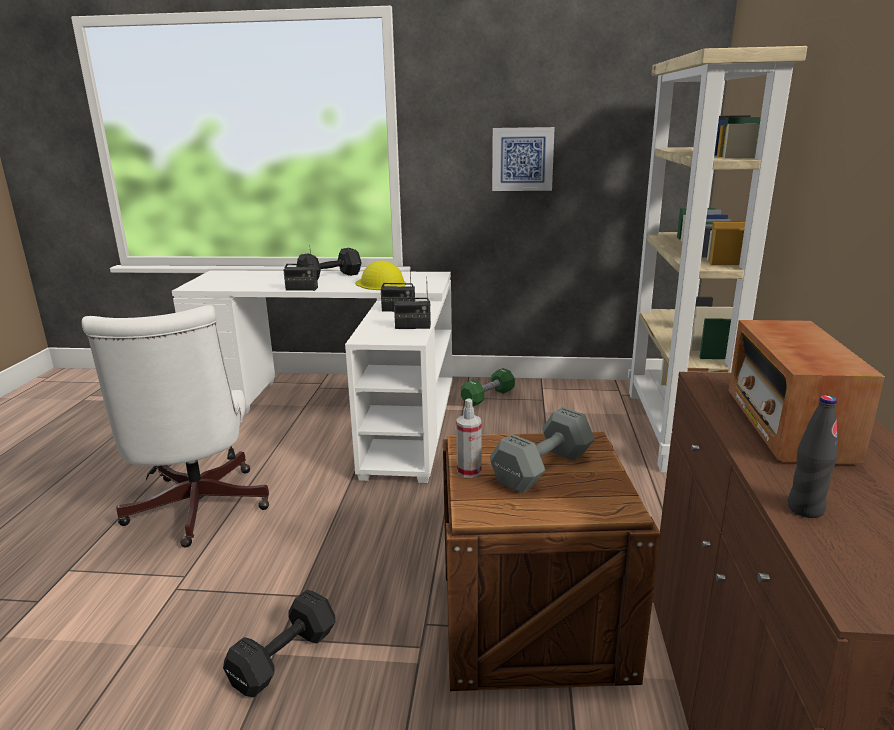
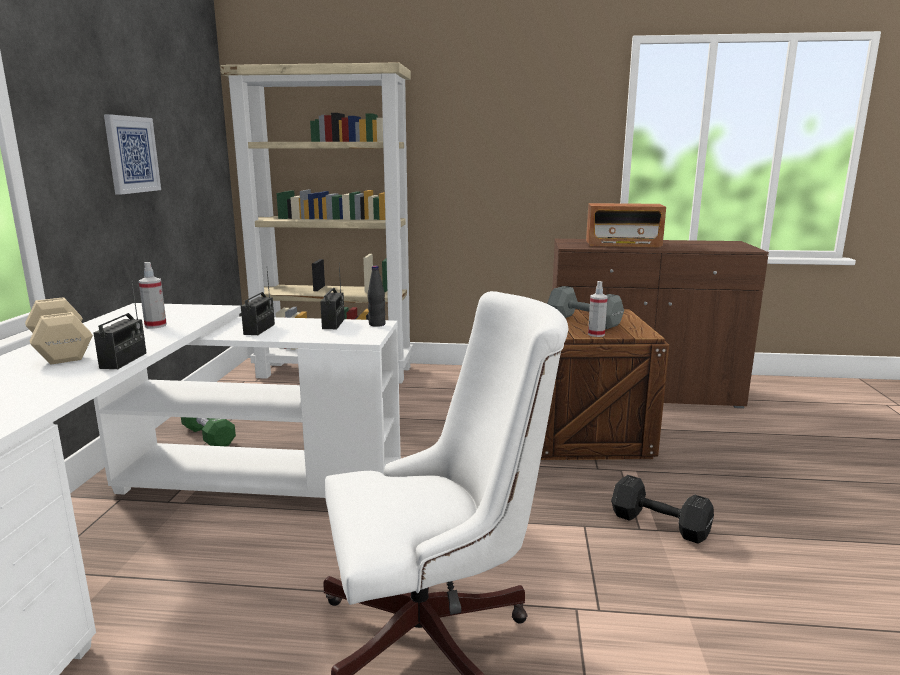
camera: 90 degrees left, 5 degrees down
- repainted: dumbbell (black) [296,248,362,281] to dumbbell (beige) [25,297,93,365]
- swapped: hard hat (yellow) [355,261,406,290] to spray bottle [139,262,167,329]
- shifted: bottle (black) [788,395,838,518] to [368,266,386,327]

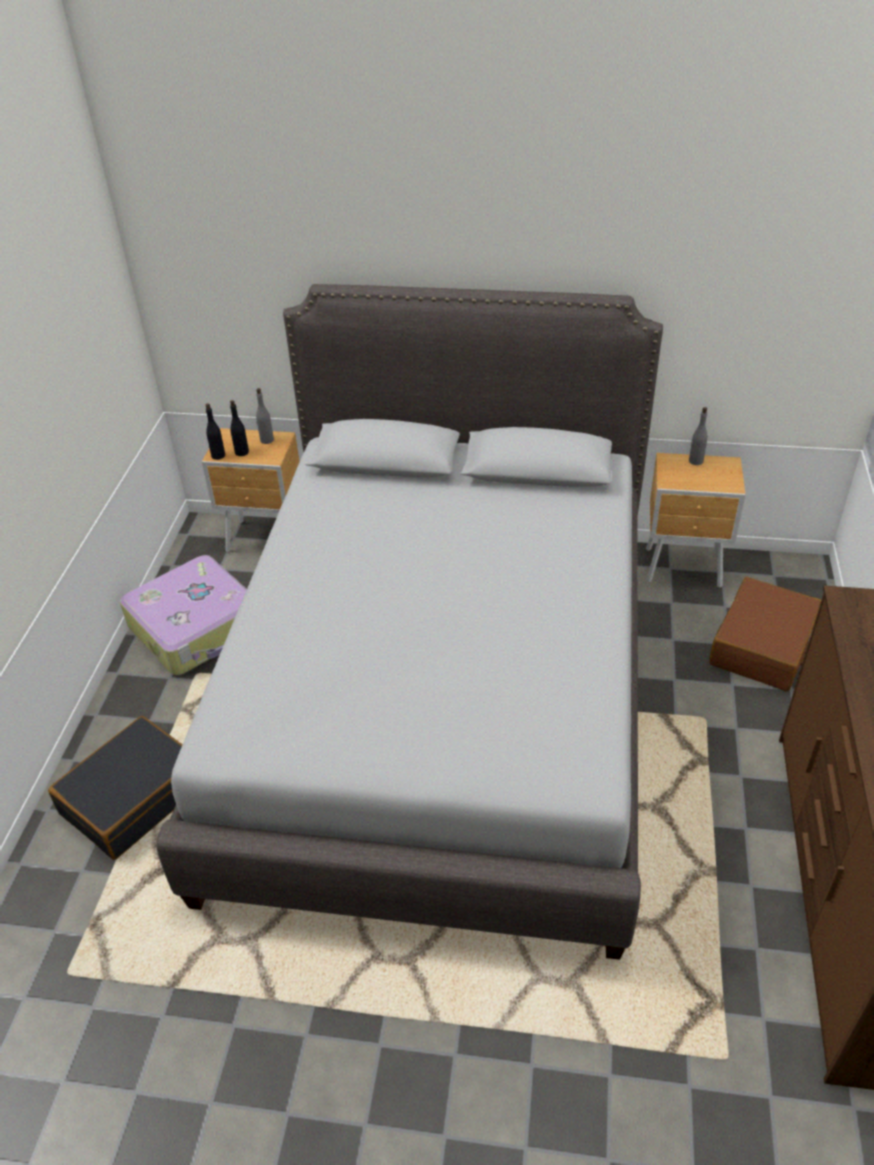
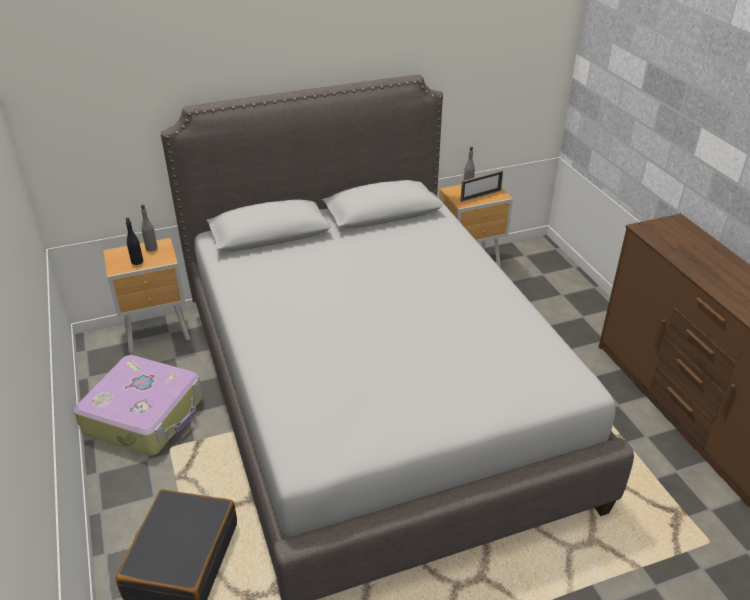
camera: 30 degrees left, 5 degrees down
- gone: bottle (black) [206,403,225,460]
- gone: suitcase (brown) [709,577,821,691]
- new: picture frame [460,170,503,202]

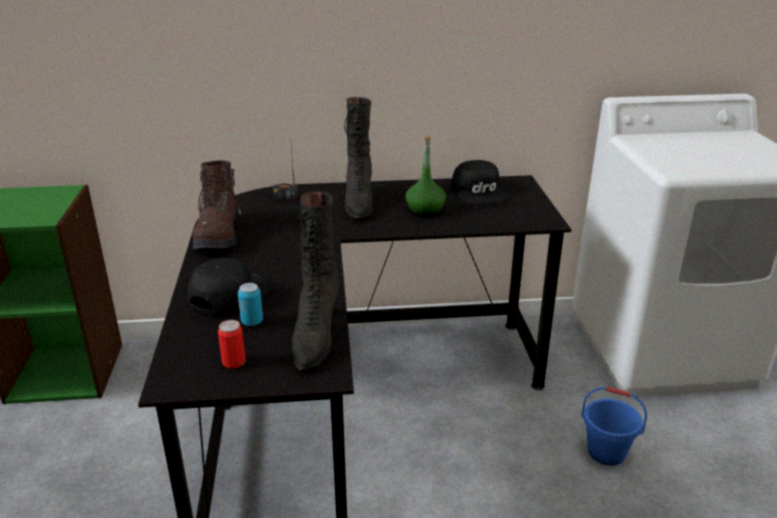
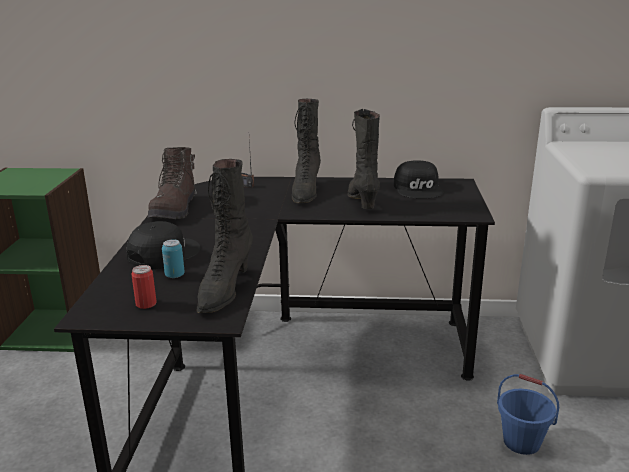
camera: 10 degrees right, 5 degrees down
- swapped: bottle (green) [406,136,446,216] to boot (black) [348,109,380,209]

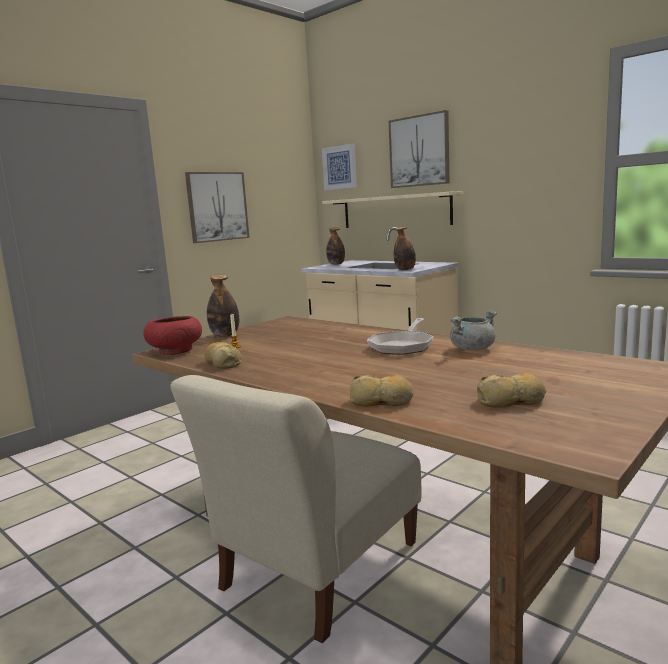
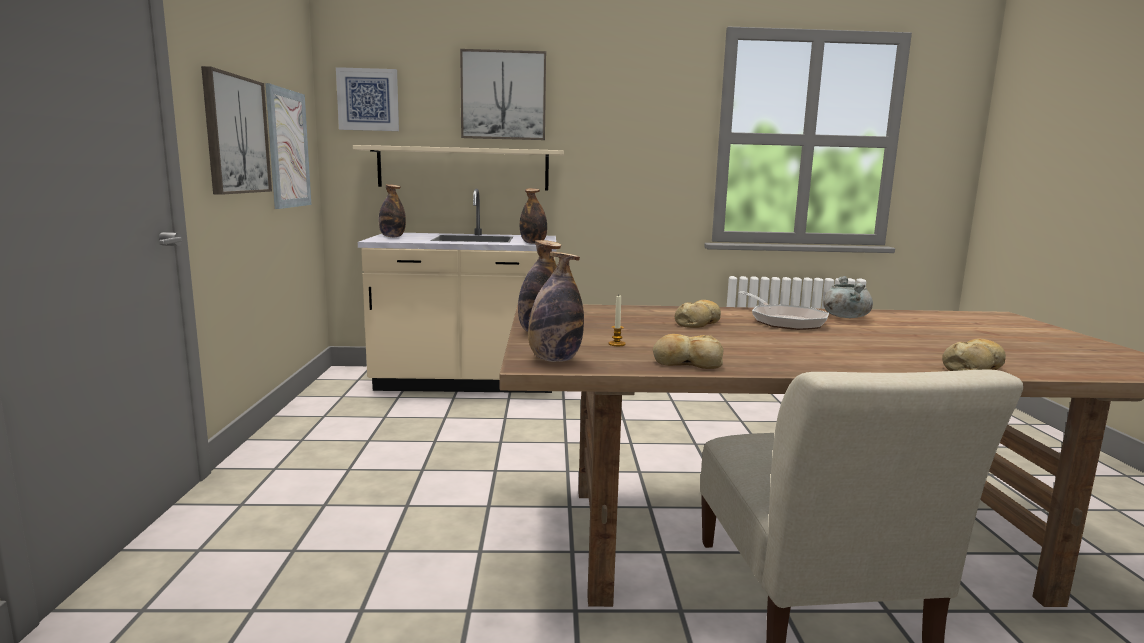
camera: 45 degrees left, 0 degrees up
- swapped: bowl (red) [143,316,202,355] to bottle [528,252,584,362]
- shifted: bread [477,373,546,408] to [675,300,721,328]
- new: picture [265,83,311,209]

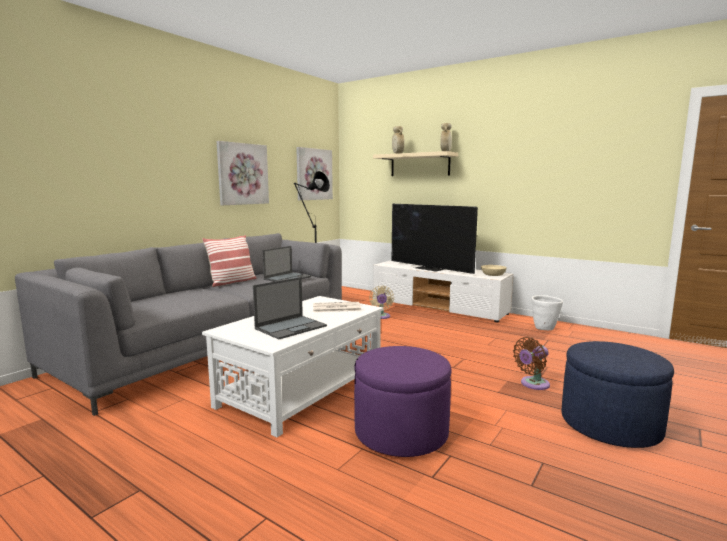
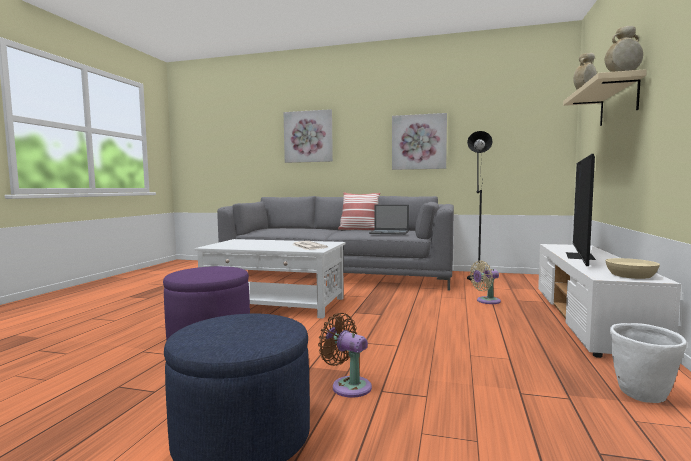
camera: 70 degrees right, 5 degrees down
- gone: laptop [253,277,327,339]
- shifted: picture [296,147,333,200] to [284,109,333,163]

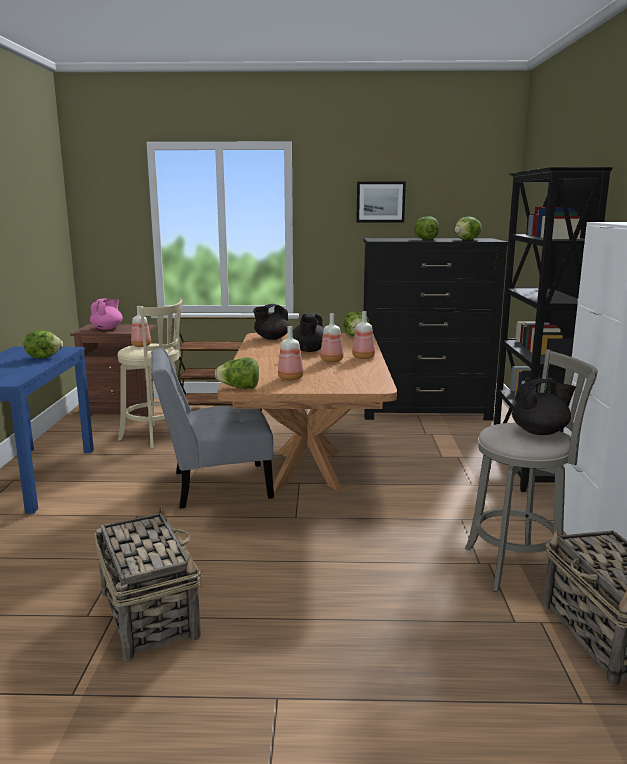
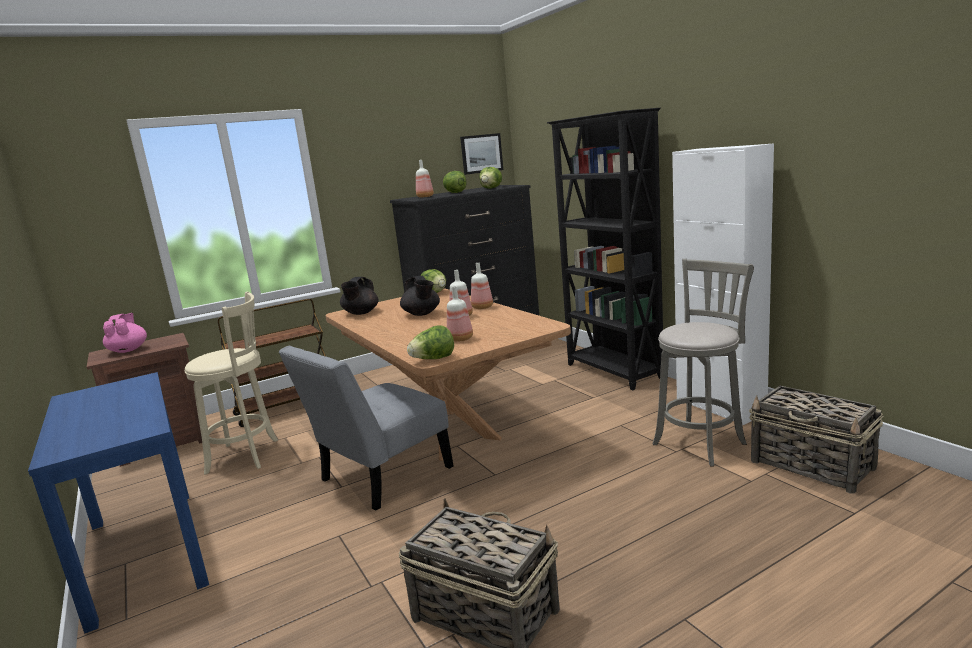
camera: 30 degrees left, 0 degrees up
- gone: lettuce [24,330,63,359]
- shifted: bottle [131,306,151,347] to [416,160,434,198]
- shifted: picture [356,182,406,222] to [460,133,503,175]
- gone: teapot (black) [512,379,576,435]

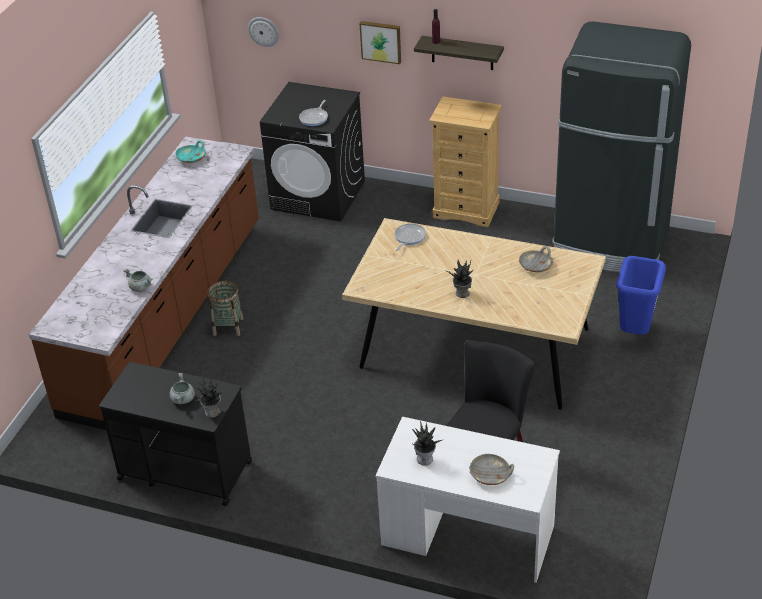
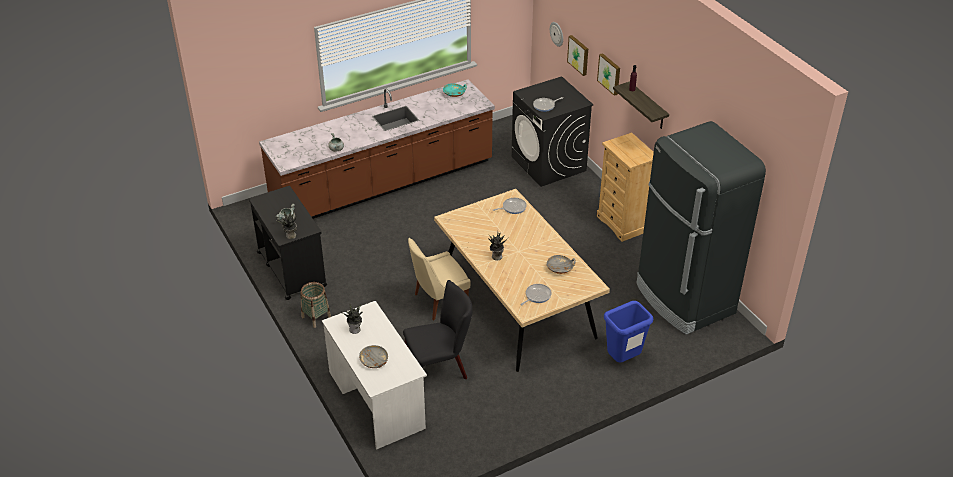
camera: 40 degrees right, 0 degrees up
- shifted: basket [208,281,244,336] to [301,282,331,328]
- new: chair (beige) [408,238,471,320]
- new: frying pan [520,284,552,305]
- new: picture [567,35,588,76]

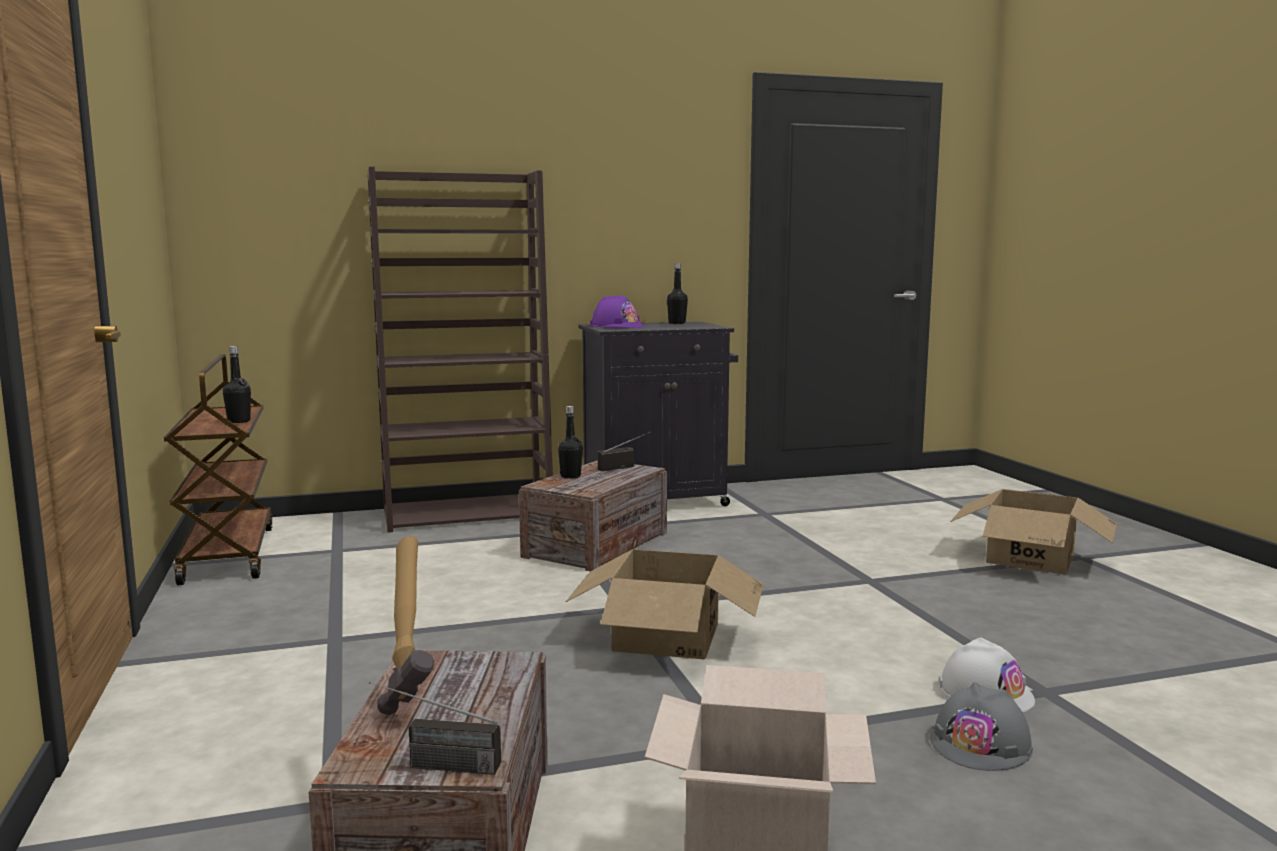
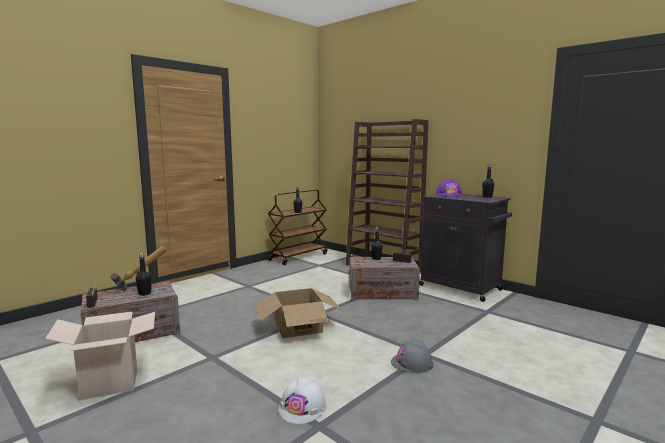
camera: 60 degrees right, 0 degrees up
- shifted: hard hat (grey) [930,682,1033,771] to [391,340,434,373]
- gone: cardboard box [950,489,1117,575]
- new: bottle (black) [136,253,151,296]

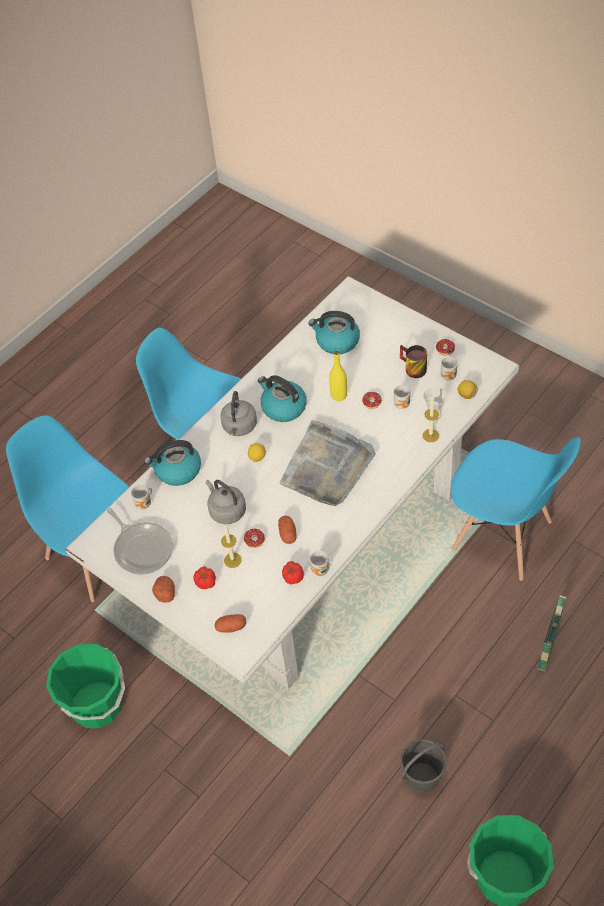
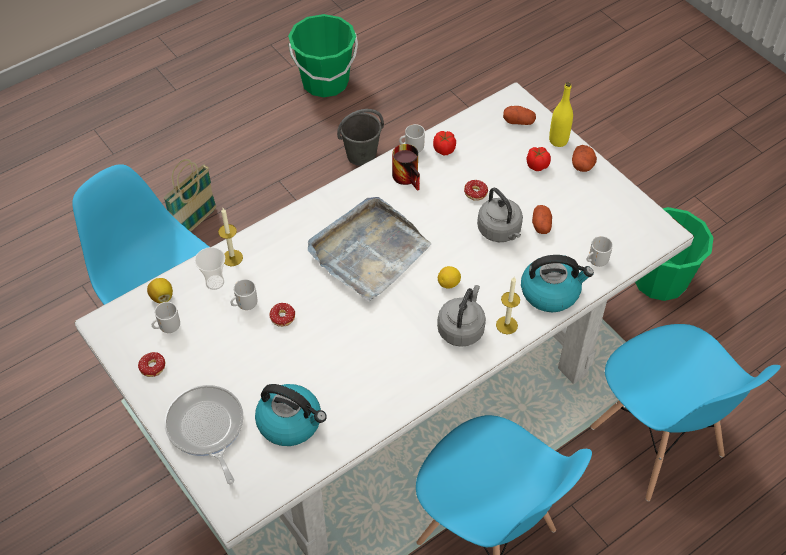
camera: 170 degrees left, 0 degrees up
- shifted: frying pan [107,508,173,575] to [164,385,244,484]
- shifted: candle [221,524,242,568] to [496,277,520,334]
- gone: kettle [258,375,307,422]
- shifted: potato [278,516,297,544] to [532,205,552,234]
- shifted: bottle (yellow) [329,351,347,401] to [549,82,573,147]
- shifted: mug [400,345,427,378] to [392,144,420,191]

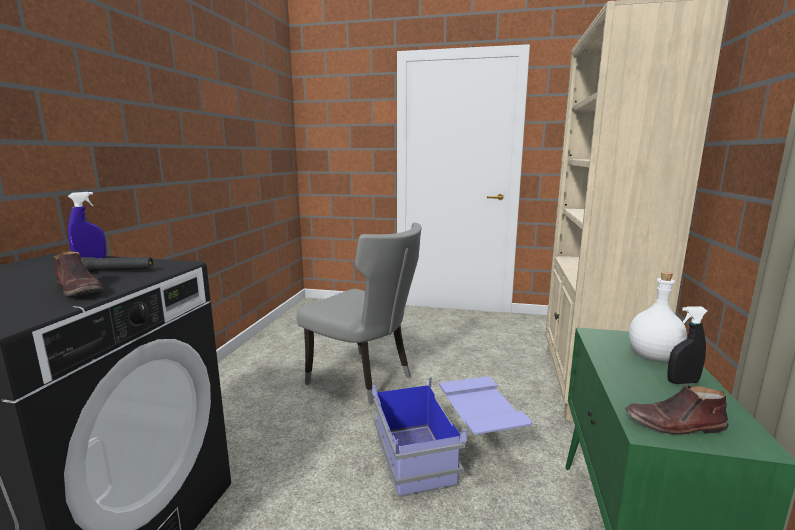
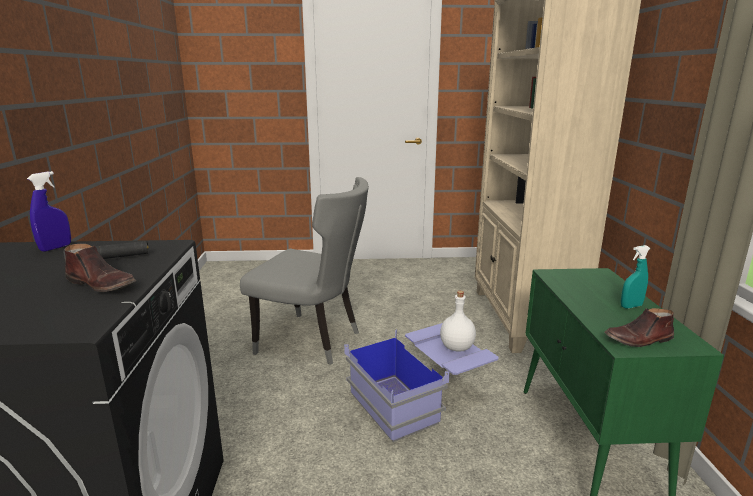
camera: 15 degrees left, 5 degrees up
- shifted: bottle (white) [629,272,687,361] to [440,291,476,352]
- repainted: spray bottle (black) [667,306,708,384] to spray bottle (turquoise) [621,245,650,308]

